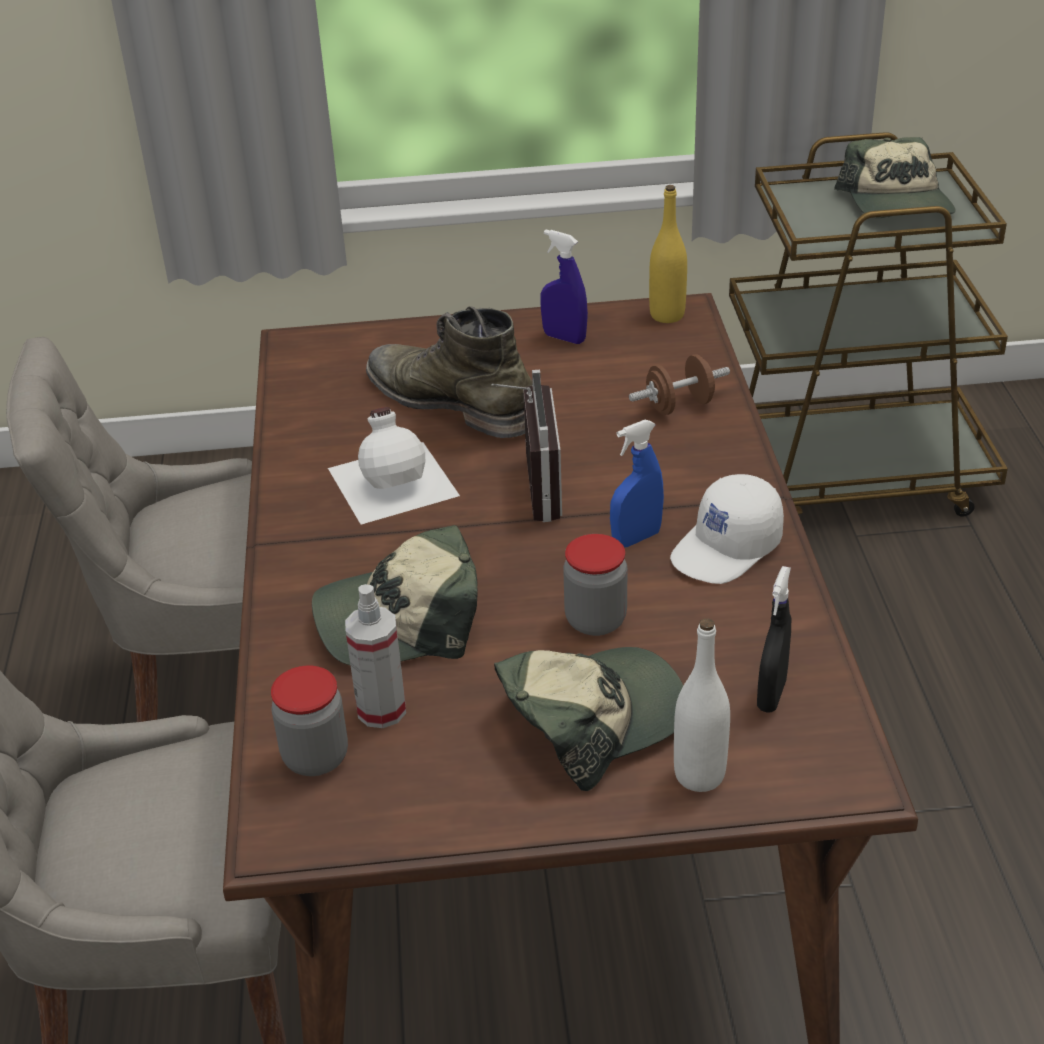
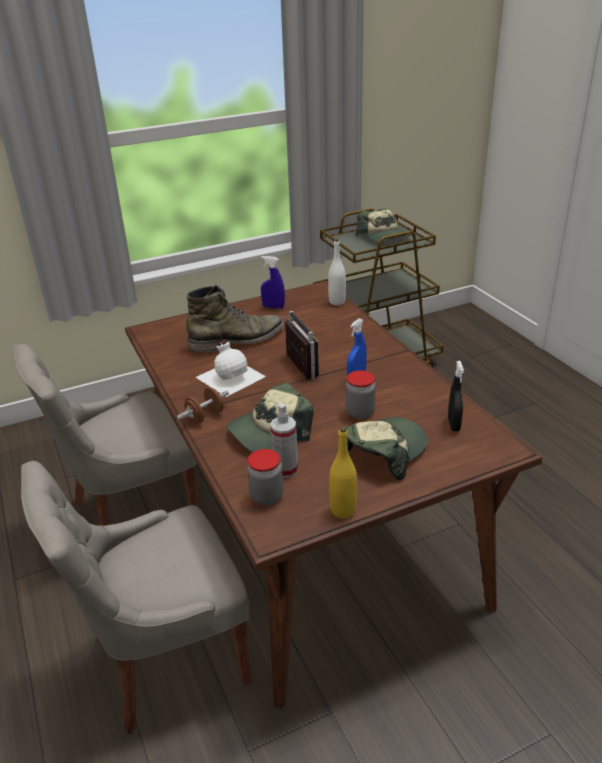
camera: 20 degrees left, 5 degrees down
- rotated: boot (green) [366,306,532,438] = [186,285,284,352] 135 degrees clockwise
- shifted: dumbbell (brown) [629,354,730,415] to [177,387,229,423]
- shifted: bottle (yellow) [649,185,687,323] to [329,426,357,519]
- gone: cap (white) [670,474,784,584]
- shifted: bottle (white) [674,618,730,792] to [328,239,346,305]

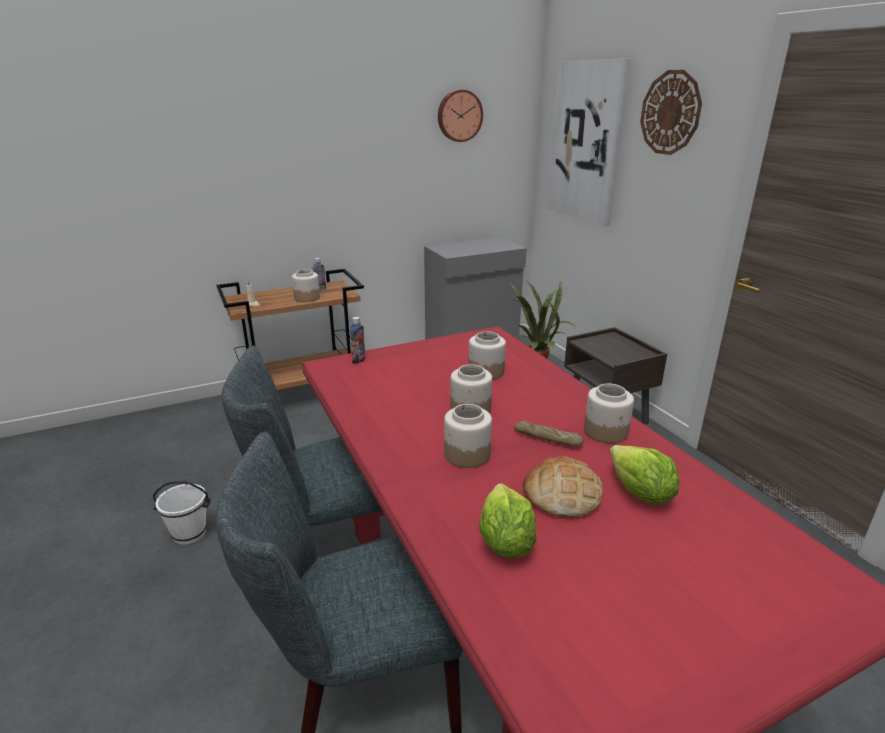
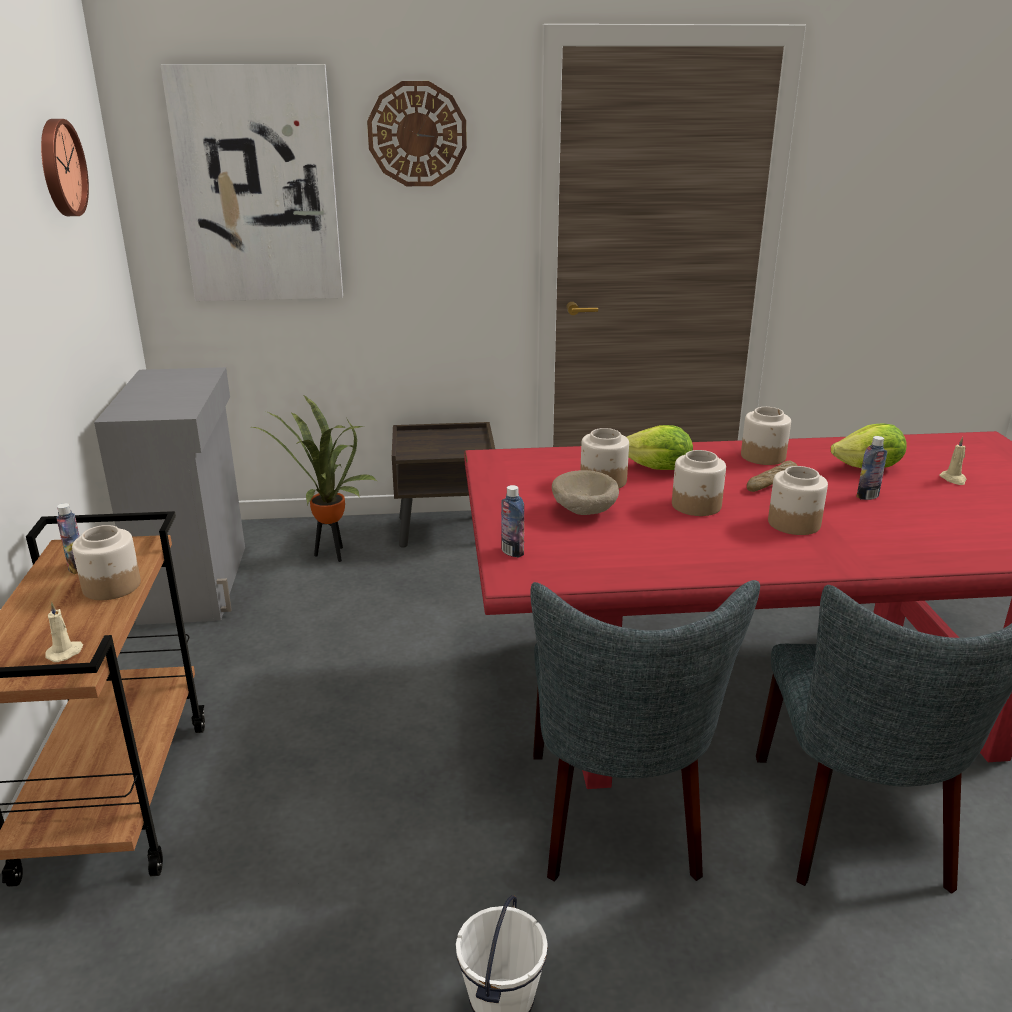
camera: 70 degrees left, 0 degrees up
- shifted: lettuce [479,483,536,558] to [626,425,693,470]
- swapped: bread [523,456,603,517] to bottle [856,436,887,500]
- new: bowl (beige) [552,470,619,515]
- new: candle (beige) [939,437,967,485]

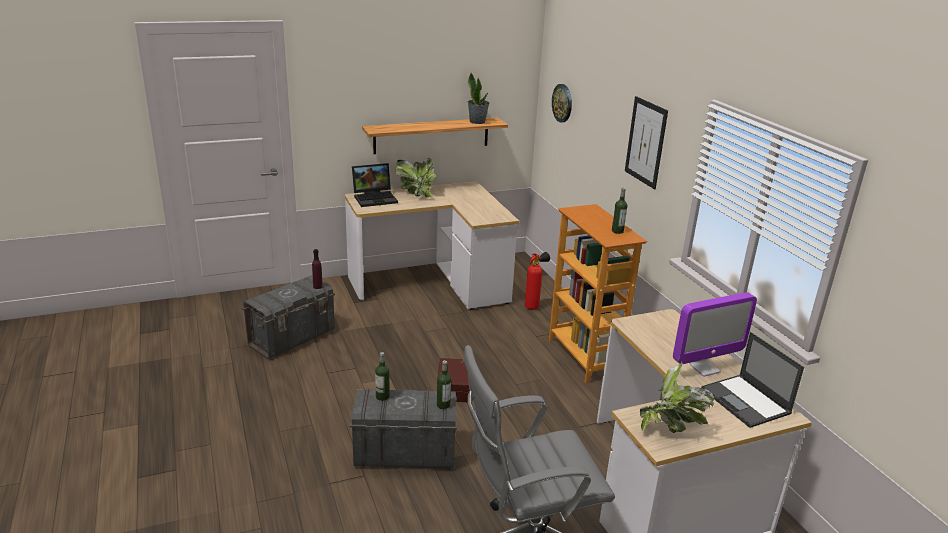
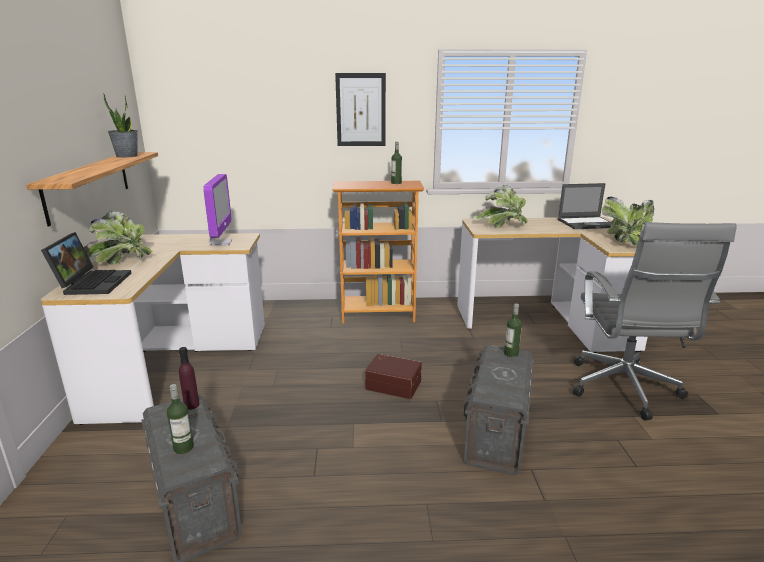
camera: 70 degrees left, 5 degrees down
- shifted: bottle [375,352,390,401] to [167,384,194,454]
- gone: fire extinguisher [525,252,550,310]
- gone: wall clock [552,84,572,123]
- shifted: monitor [673,292,757,377] to [203,174,232,245]
- new: potted plant [476,185,528,227]

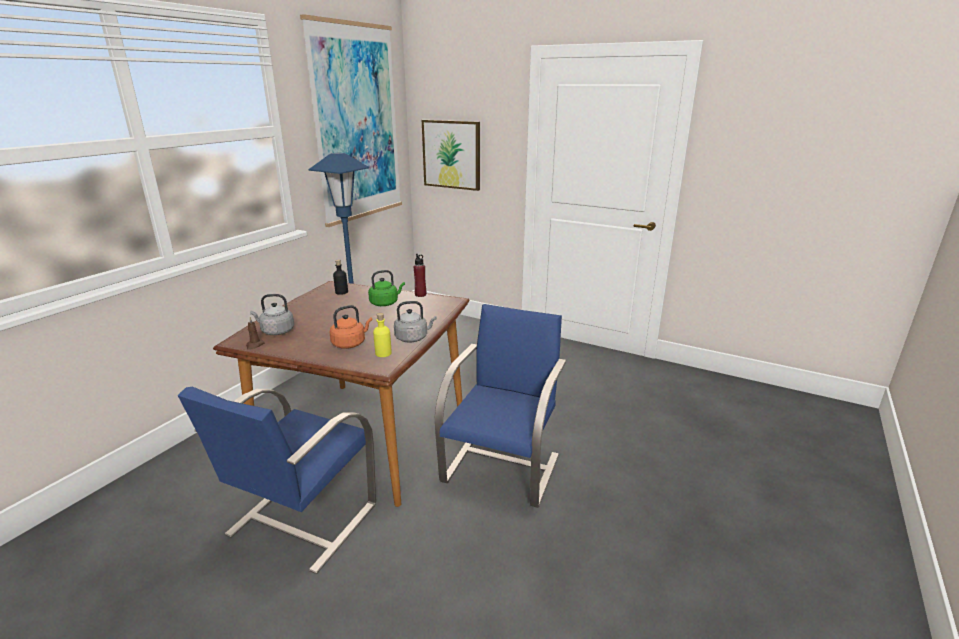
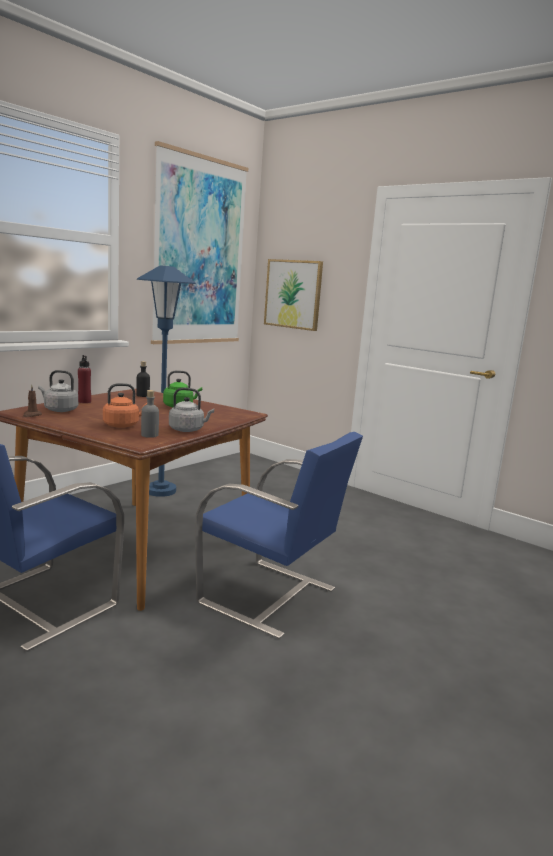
camera: 10 degrees right, 10 degrees down
- repainted: bottle (yellow) [373,313,392,357] to bottle (grey) [141,390,159,438]
- shifted: bottle (red) [414,254,426,297] to [78,355,91,403]
- rotated: chair (blue) [435,304,567,508] = [195,432,363,639] 90 degrees clockwise

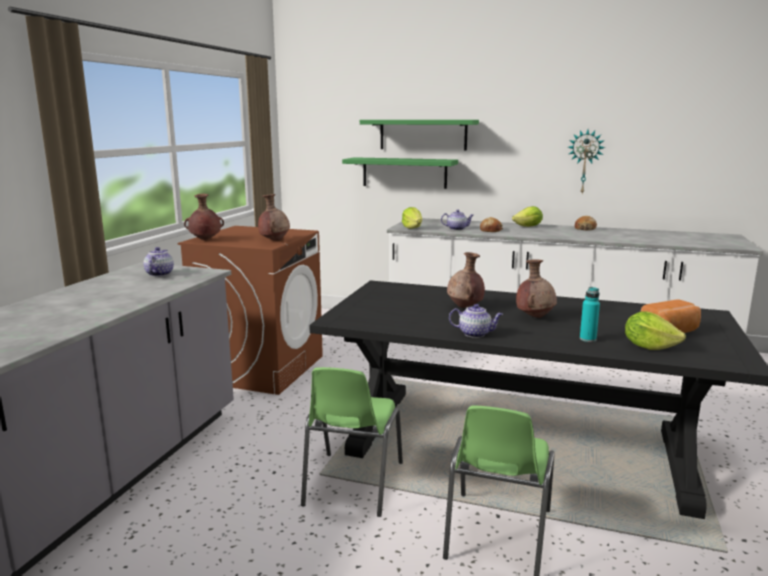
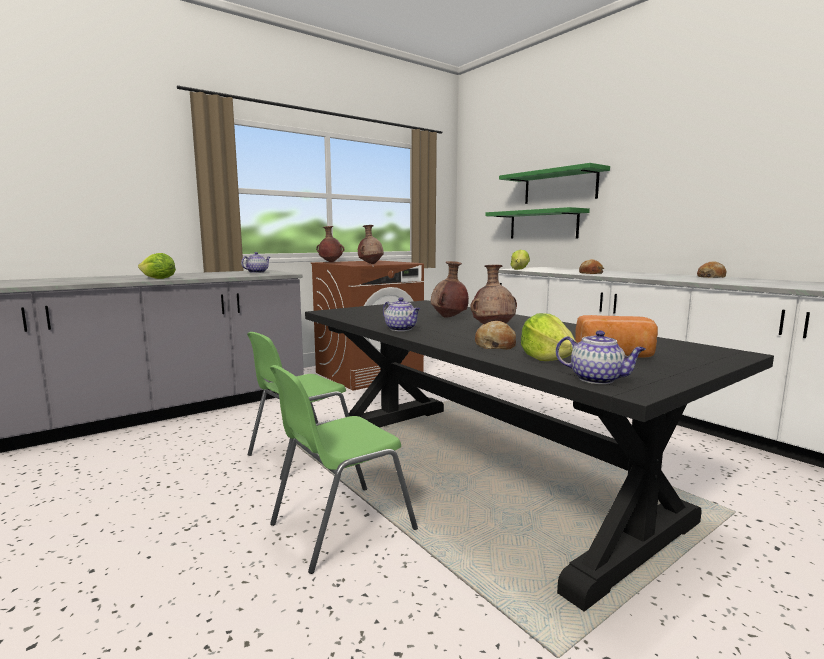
camera: 35 degrees right, 5 degrees down
- shifted: teapot [441,210,473,230] to [556,330,646,384]
- shifted: lettuce [512,206,543,227] to [138,253,176,279]
- gone: wall clock [568,130,605,193]
- swapped: bottle (turquoise) [580,287,600,342] to bread [475,321,516,350]

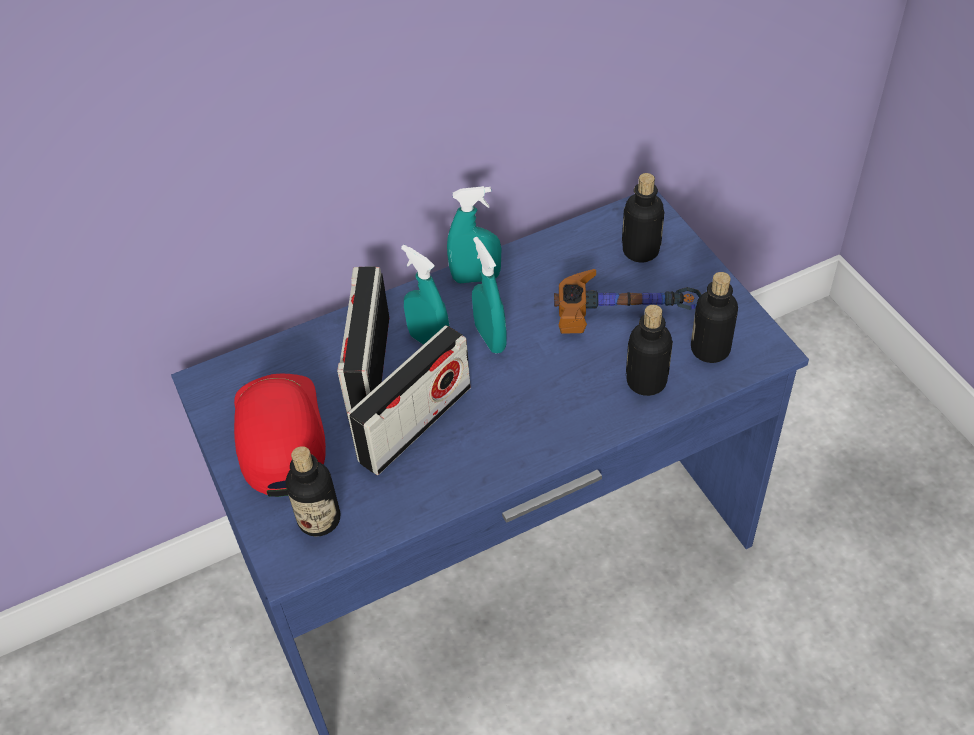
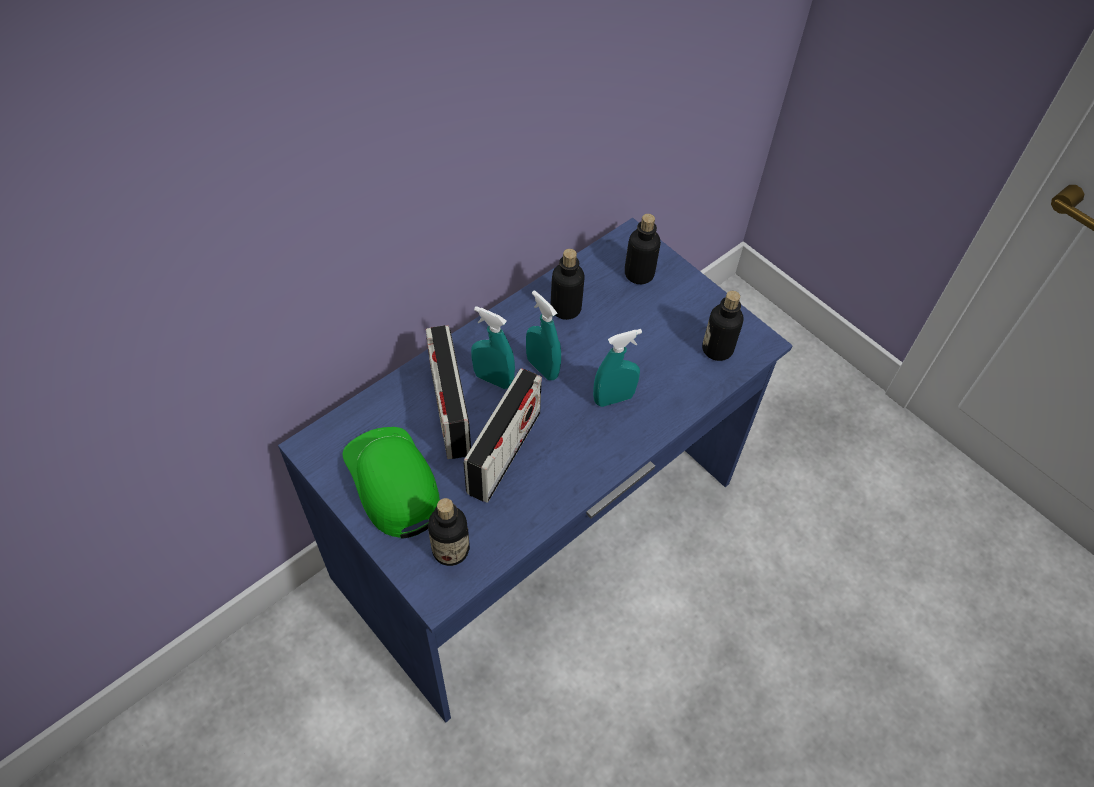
camera: 20 degrees left, 5 degrees up
- repainted: cap (red) [234,374,326,497] to cap (green) [343,427,440,539]
- shifted: spray bottle (turquoise) [447,186,501,283] to [593,329,642,407]
- gone: hammer [554,269,702,333]
- shifted: bottle [626,305,673,396] to [550,249,585,320]

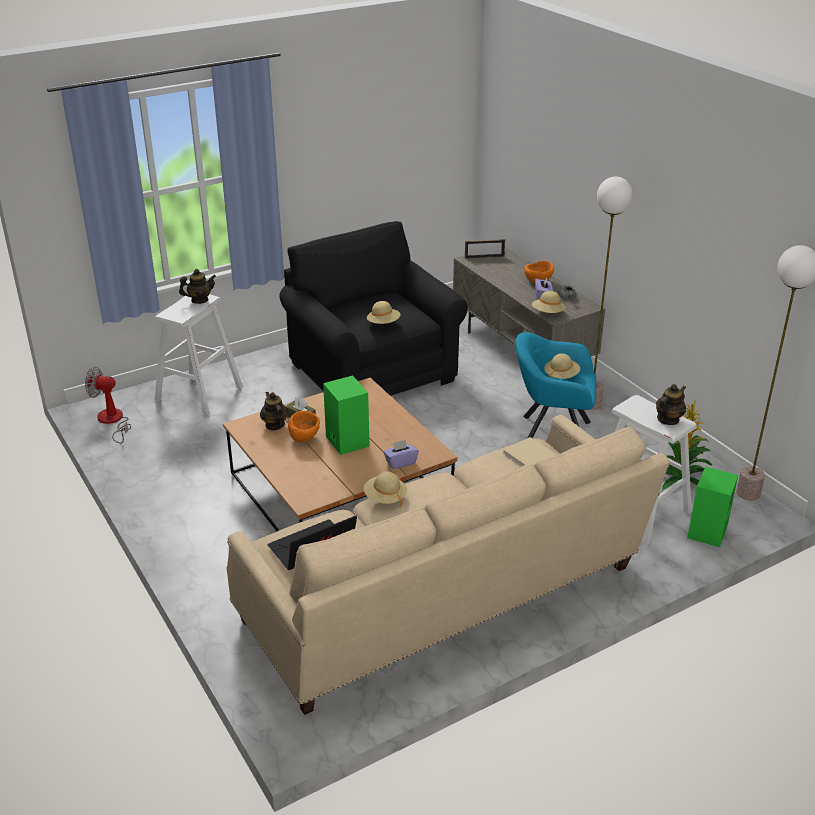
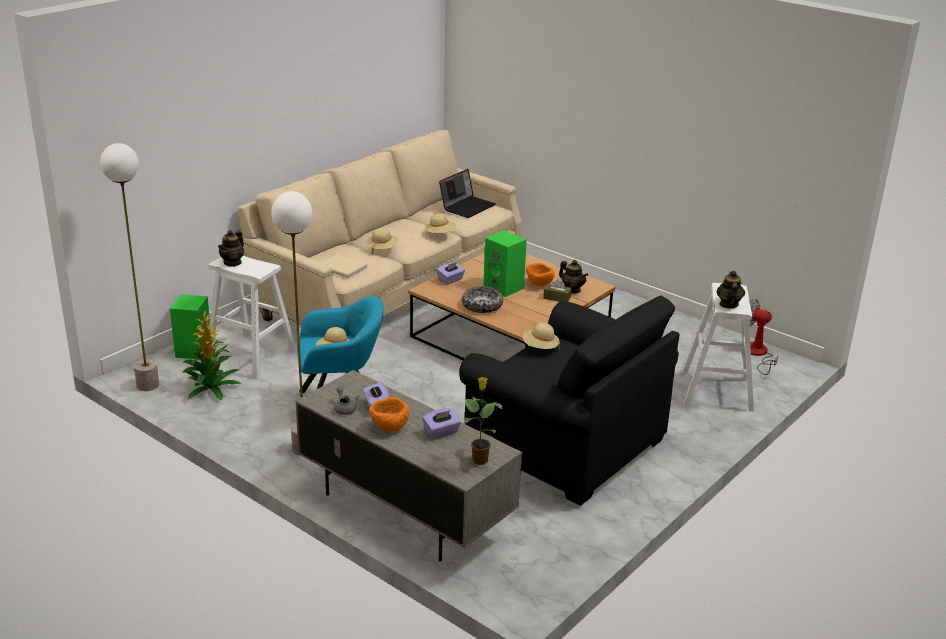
camera: 160 degrees right, 5 degrees down
- rotated: fan [85,367,131,443] = [749,299,778,375] 135 degrees counterclockwise
- rotated: teapot [179,269,216,304] = [717,271,745,308] 135 degrees clockwise
- swapped: picture frame [465,239,505,259] to potted plant [464,377,503,465]
- shifted: hat (beige) [532,291,565,313] to [366,228,398,254]
- new: tissue box (purple) [422,408,461,439]
- new: bowl [462,286,503,313]

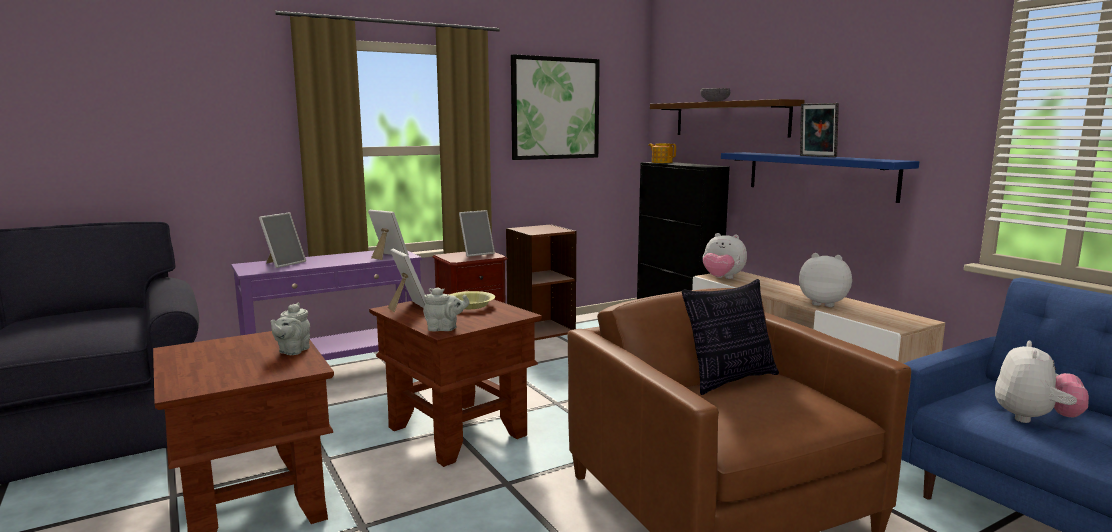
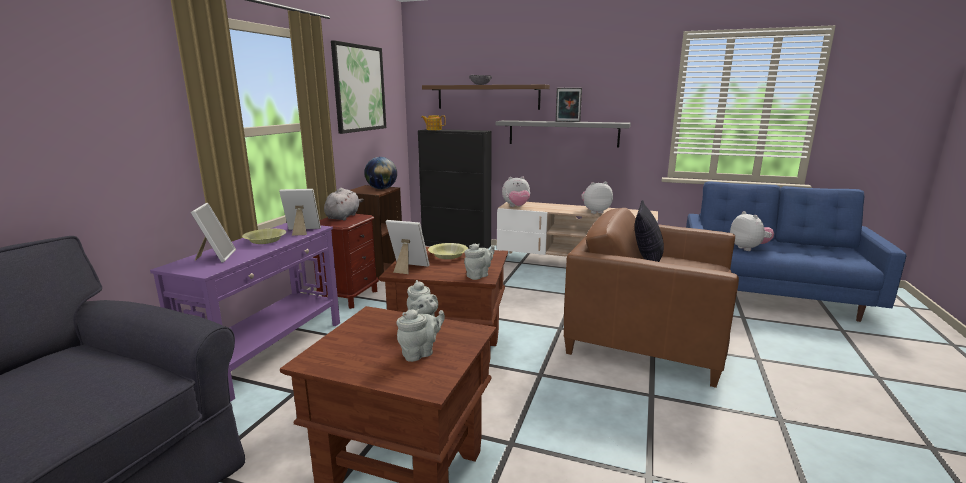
camera: 40 degrees left, 5 degrees up
- swapped: picture frame [459,210,495,257] to plush toy (grey) [324,188,364,220]
- repainted: shelf (blue) [721,152,919,203] to shelf (grey) [495,120,631,148]
- new: bowl (yellow) [242,229,286,244]
- new: globe [364,157,397,189]
- new: teapot (grey) [396,309,445,362]

